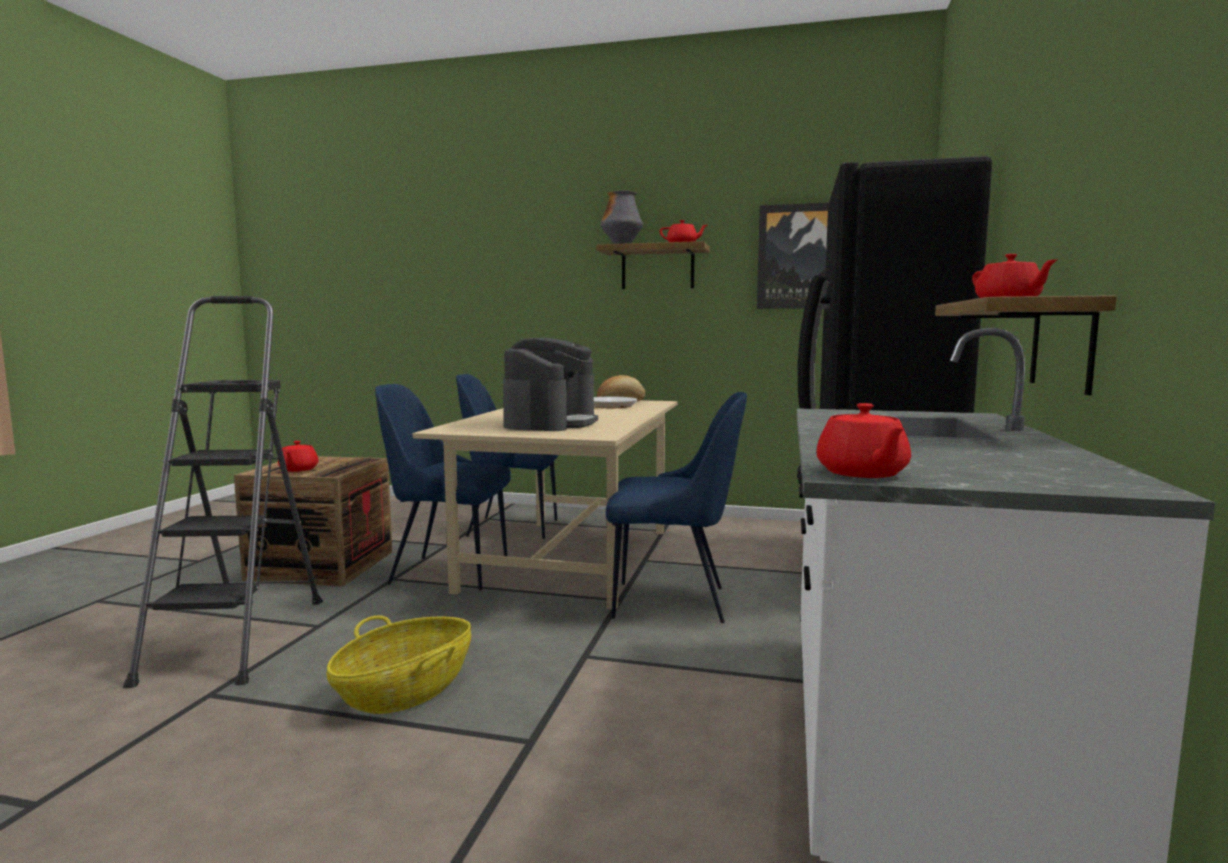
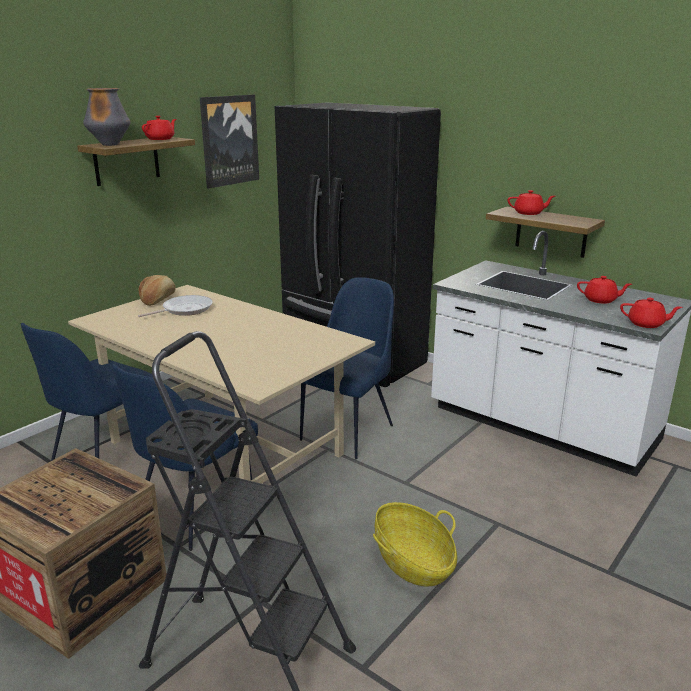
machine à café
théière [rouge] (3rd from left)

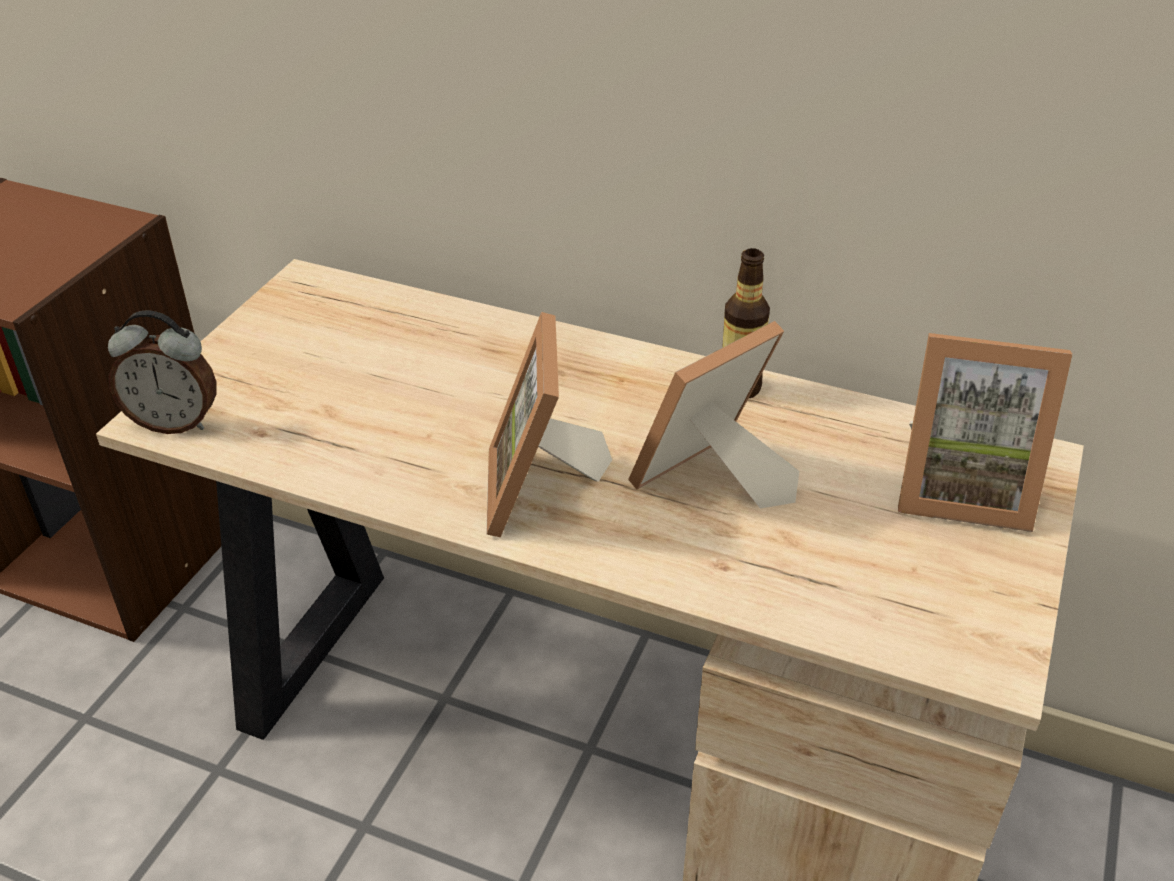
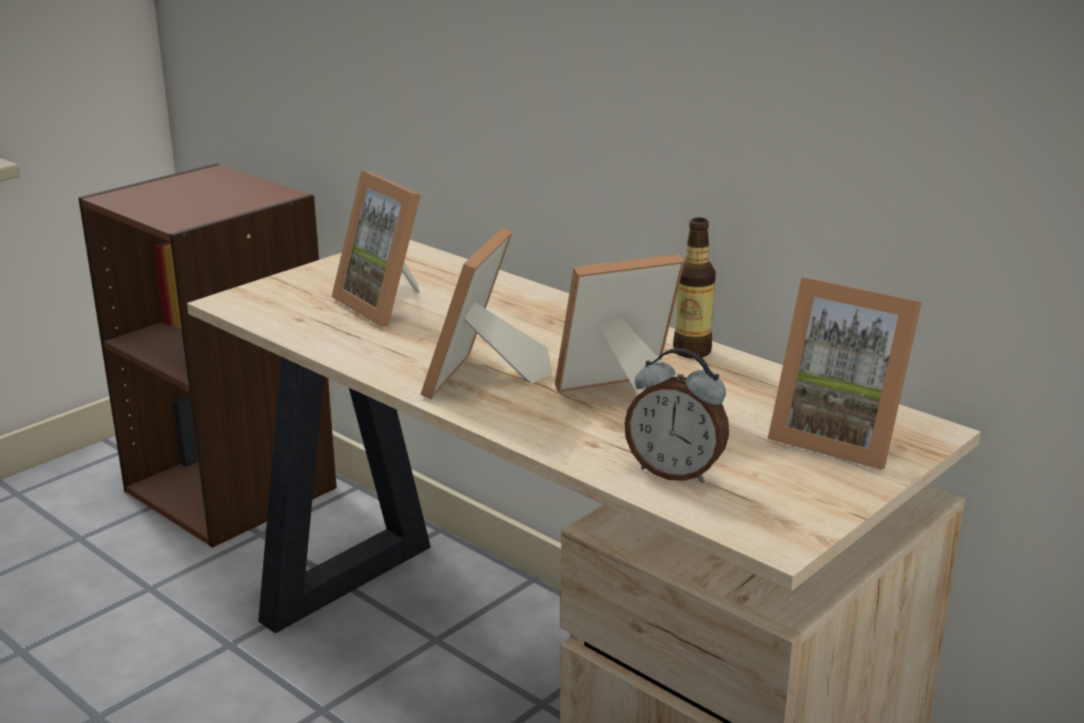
réveil
cadre photo (1st from left)

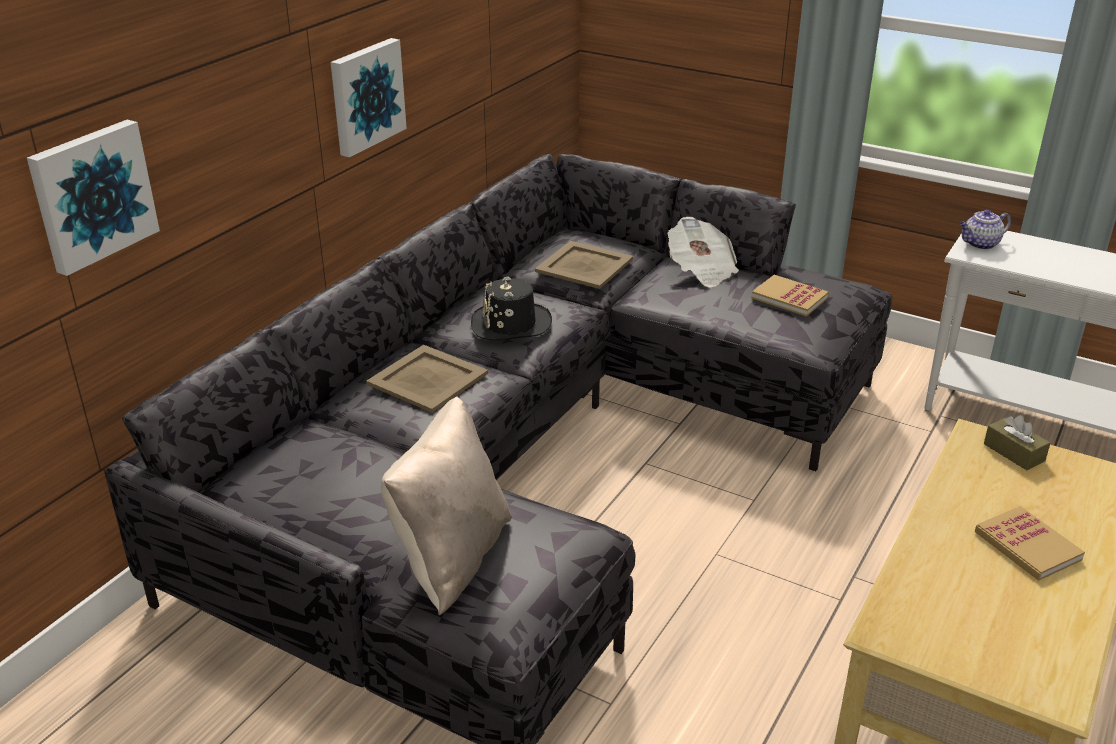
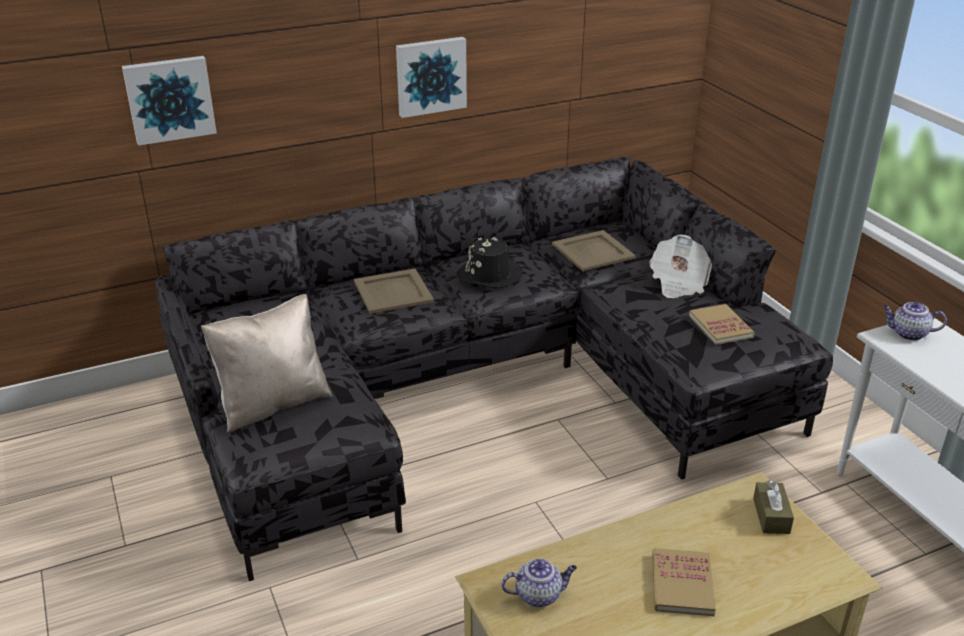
théière (1st from left)

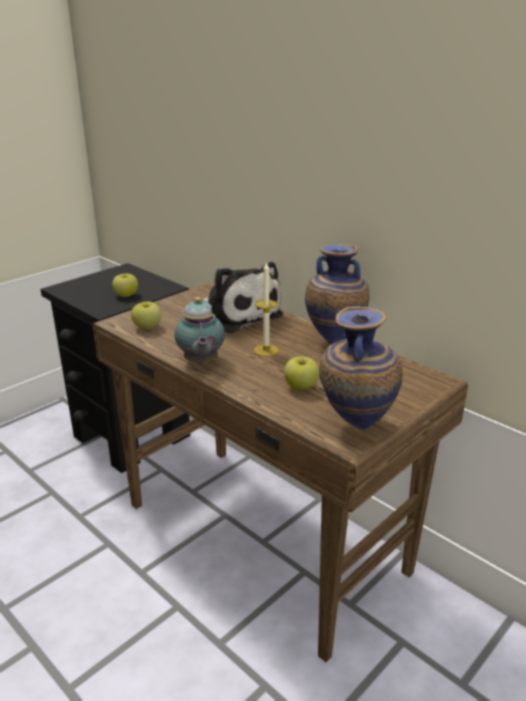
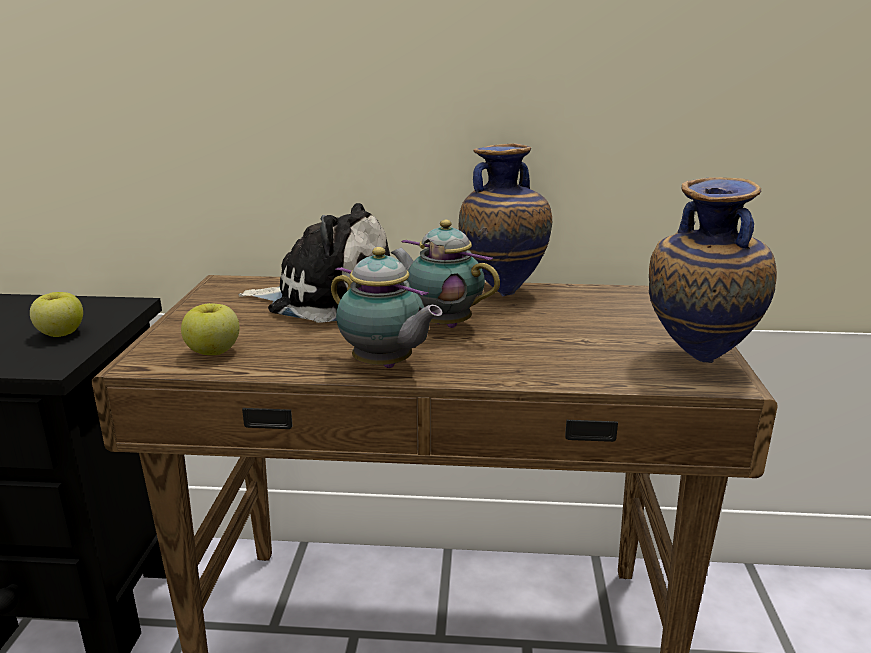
théière (2nd from left)
pomme (3rd from left in the first image)

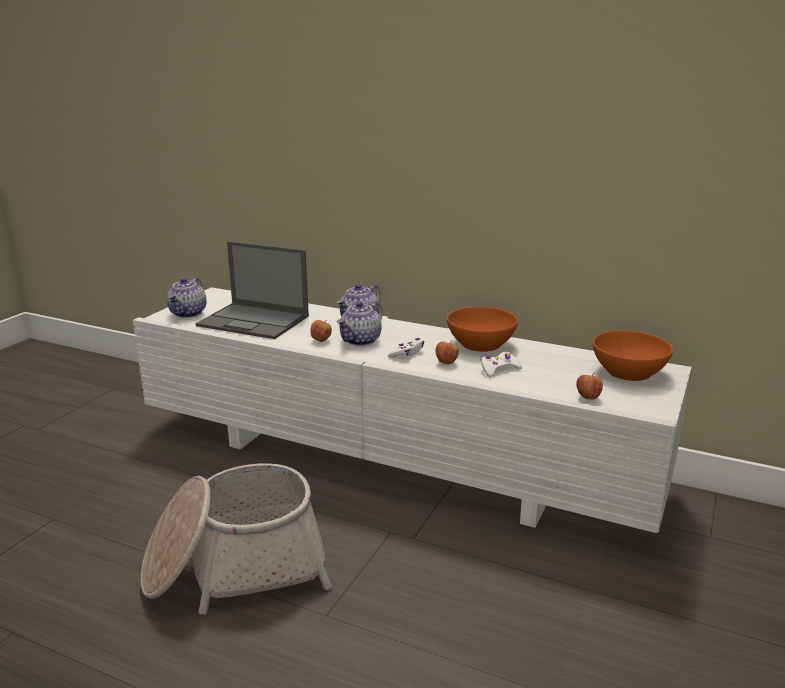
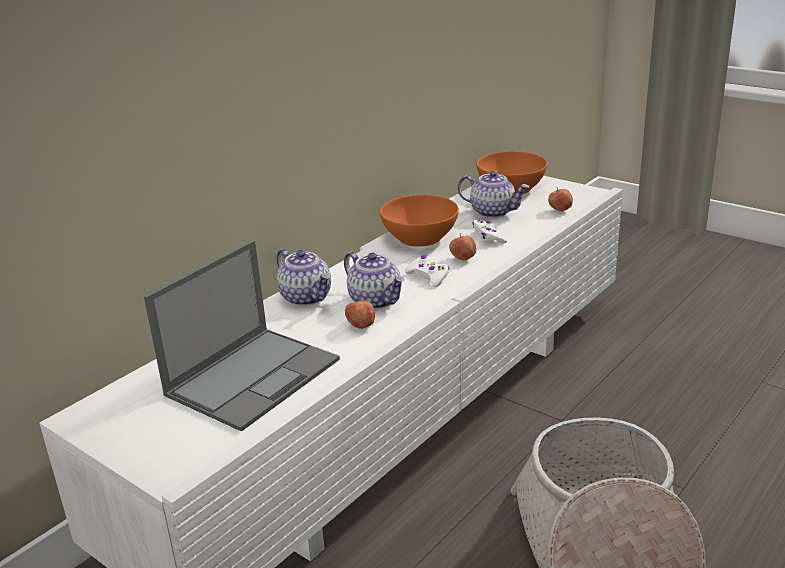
théière (3rd from left)

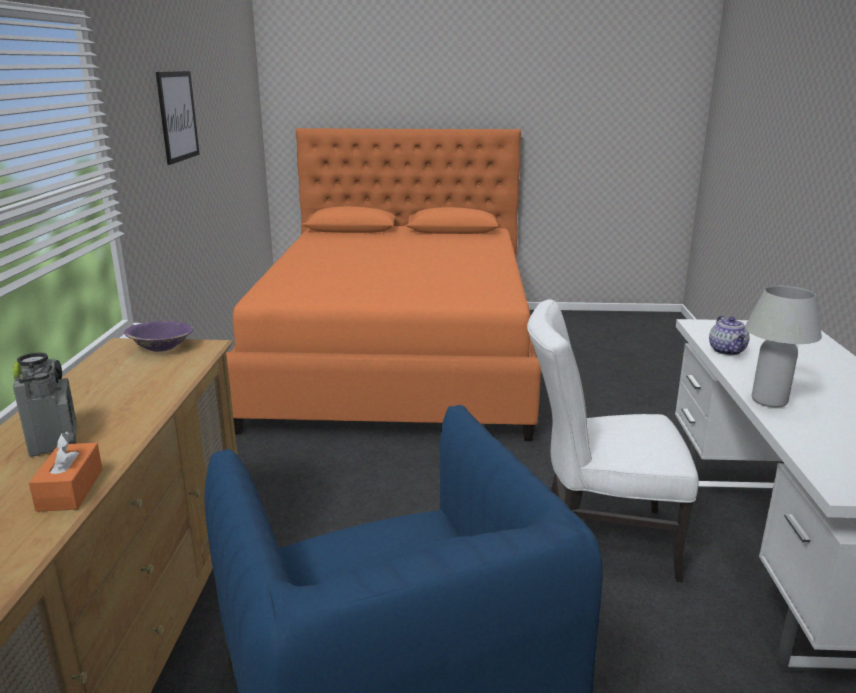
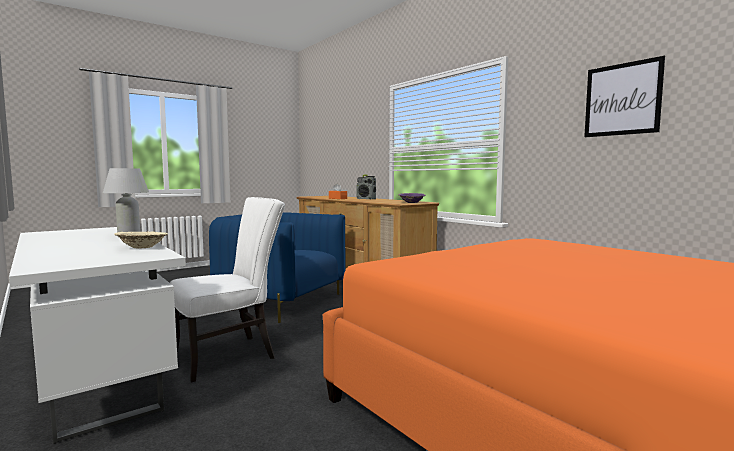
bol [beige]

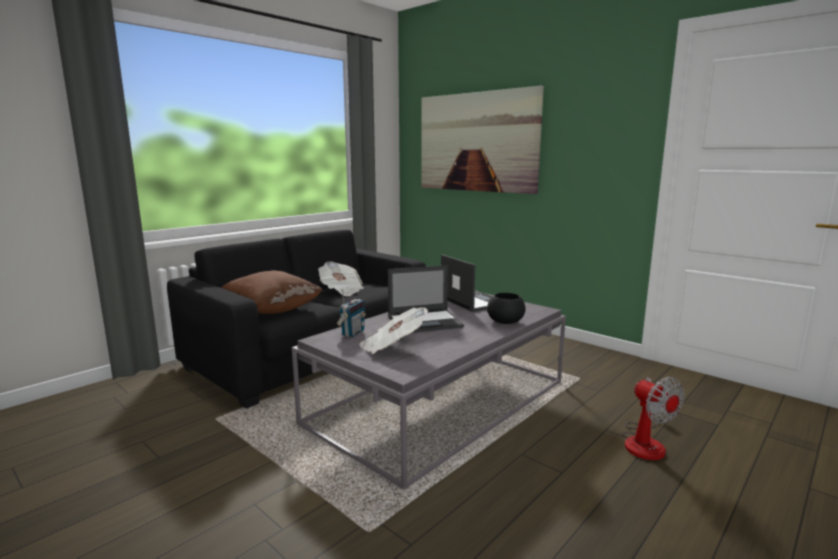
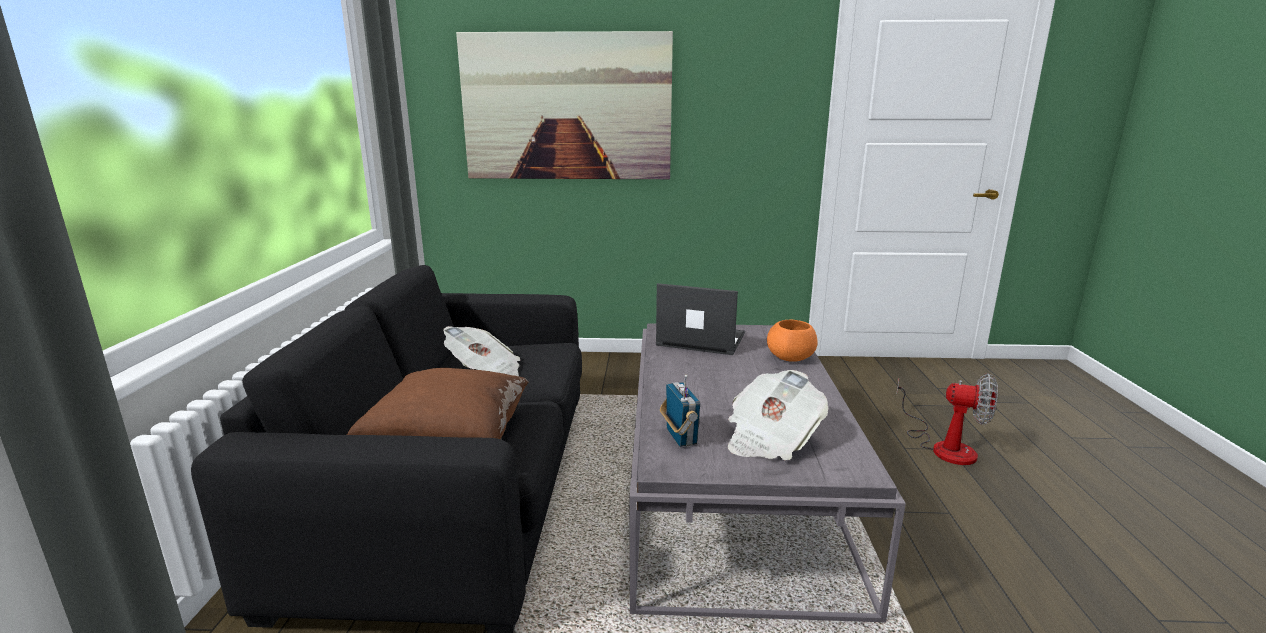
ordinateur portable (1st from left in the first image)
bol [orange]

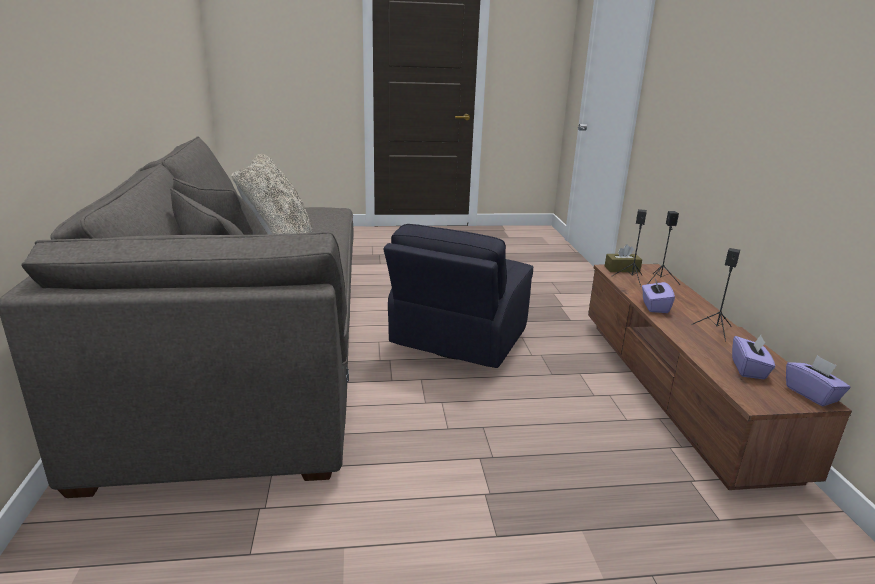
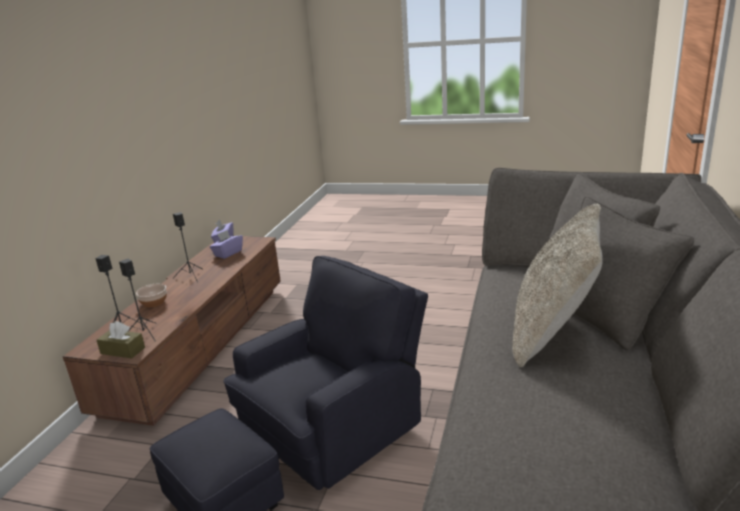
boîte à mouchoirs [violet] (1st from left in the first image)
bol

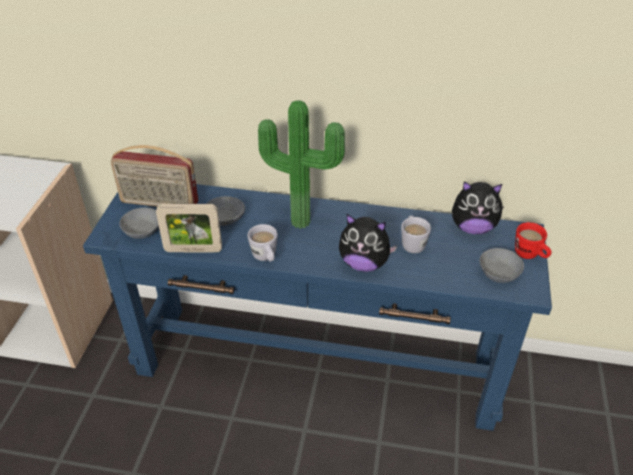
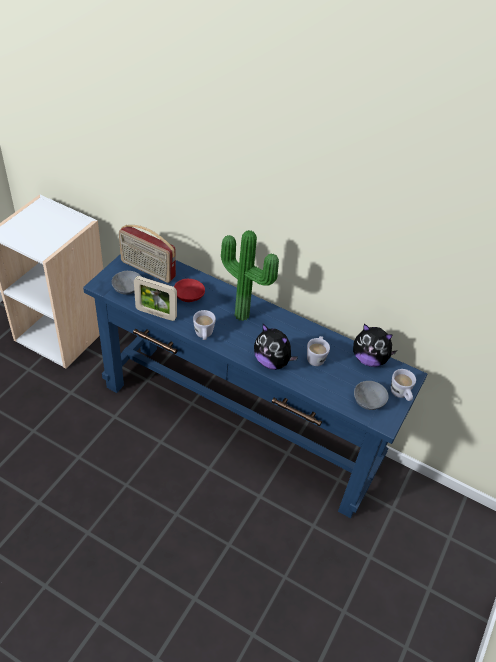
bol [rouge]
mug [blanc] (3rd from left)

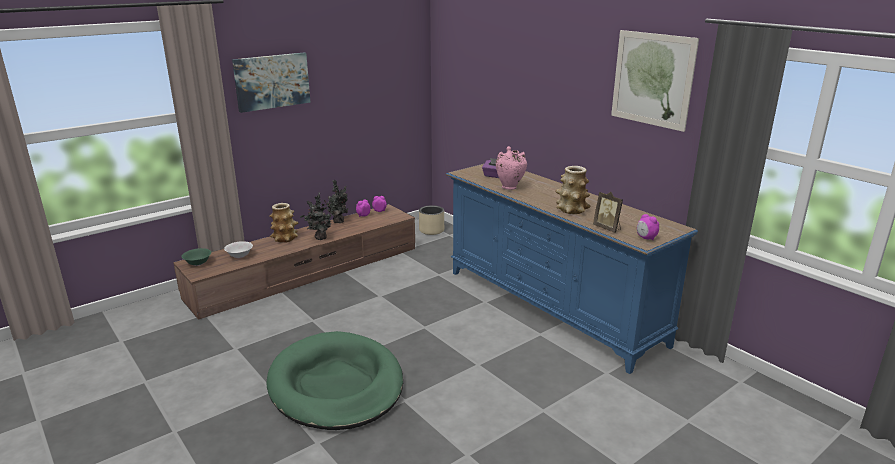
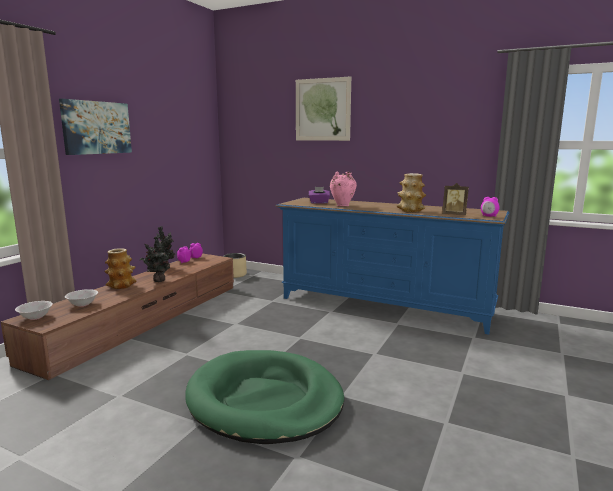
tableau (2nd from left)
bol [blanc] (1st from left)

